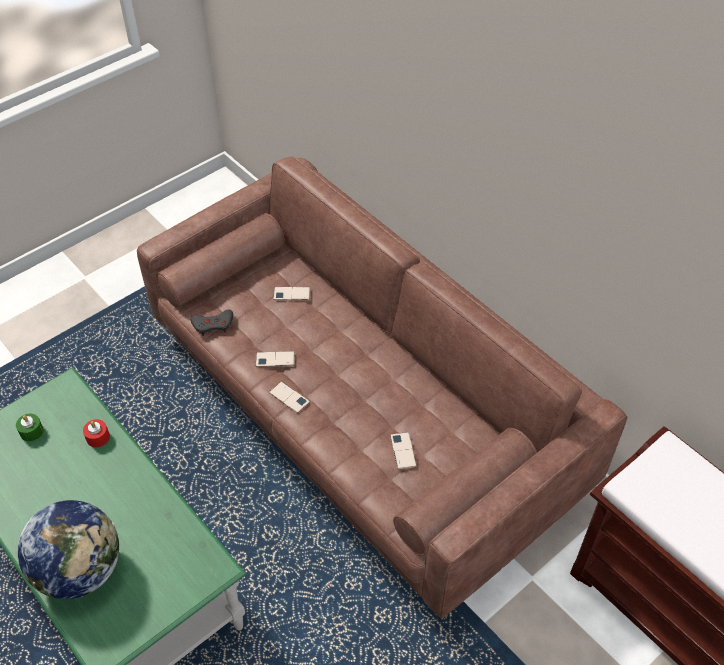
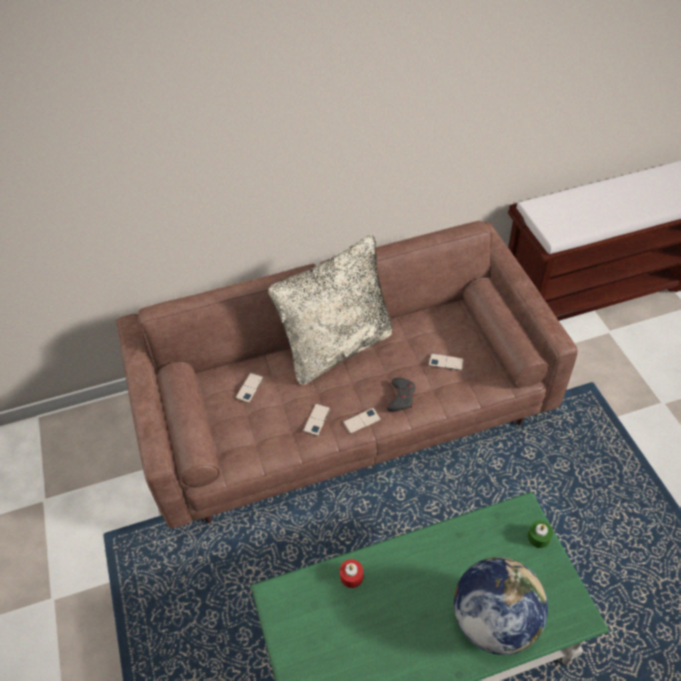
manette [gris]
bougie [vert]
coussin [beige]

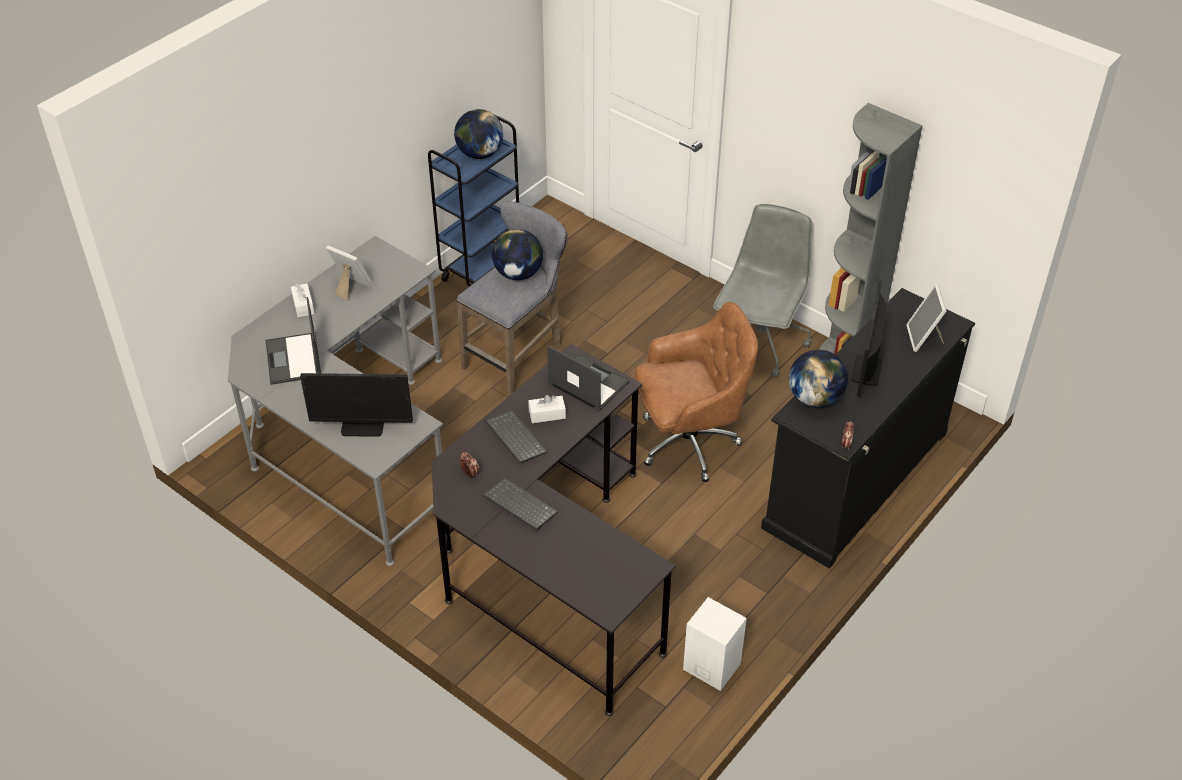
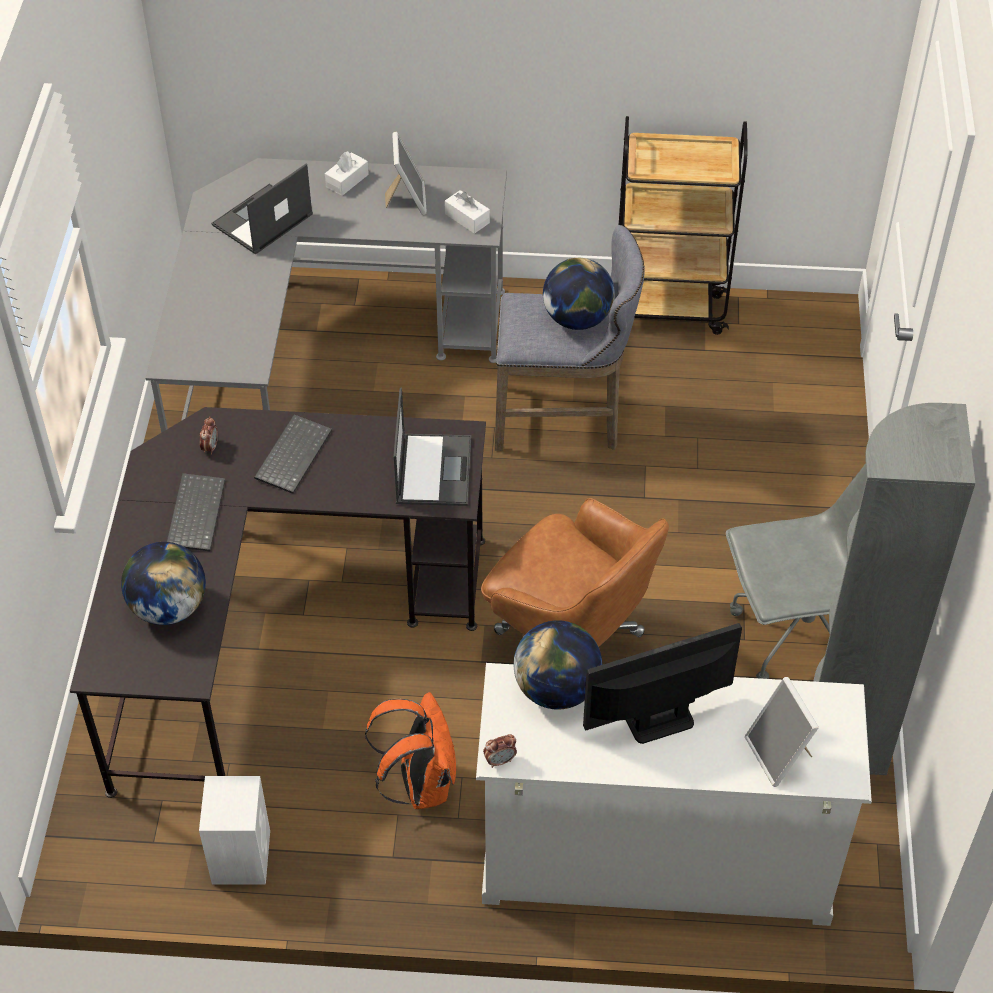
globe (1st from left)
chariot [marron]
cadre photo (2nd from left)
meuble de rangement [blanc]
écran d'ordinateur (1st from left in the first image)
boîte à mouchoirs [blanc] (2nd from left)
sac à dos [orange]

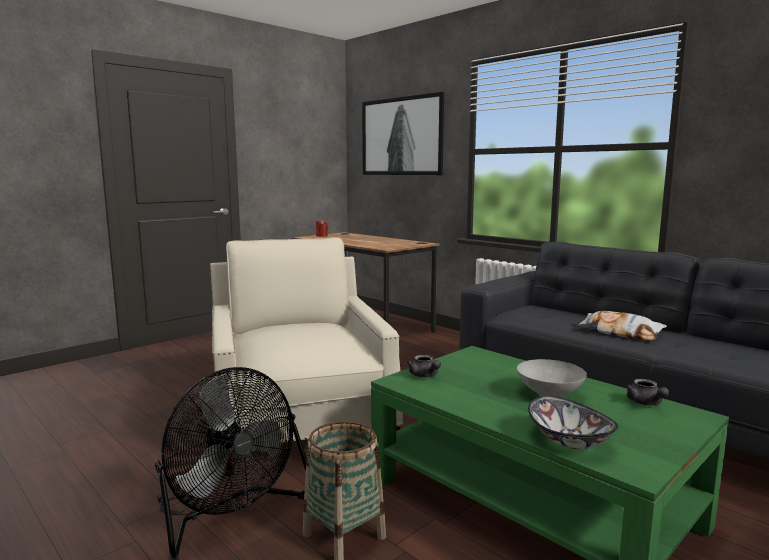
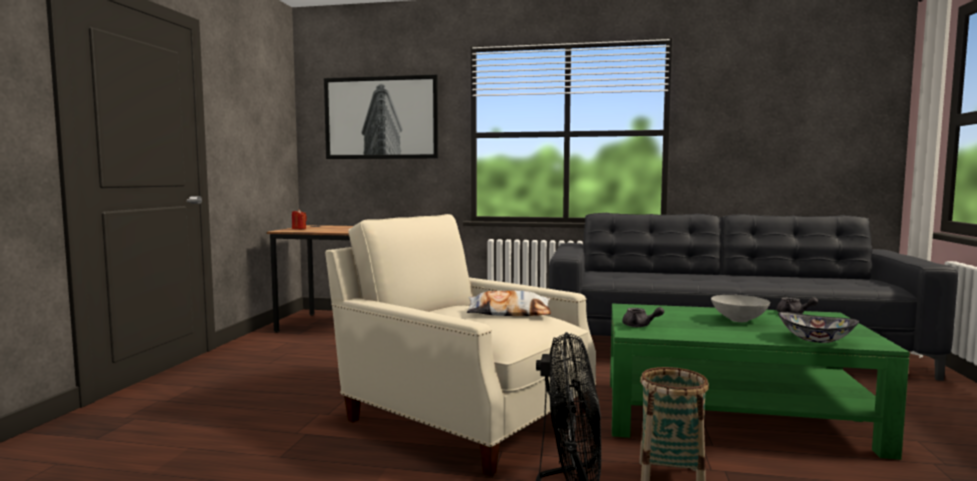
coussin

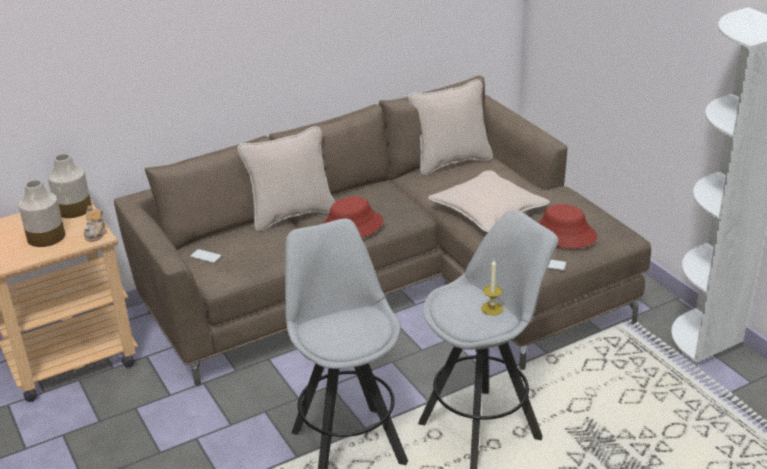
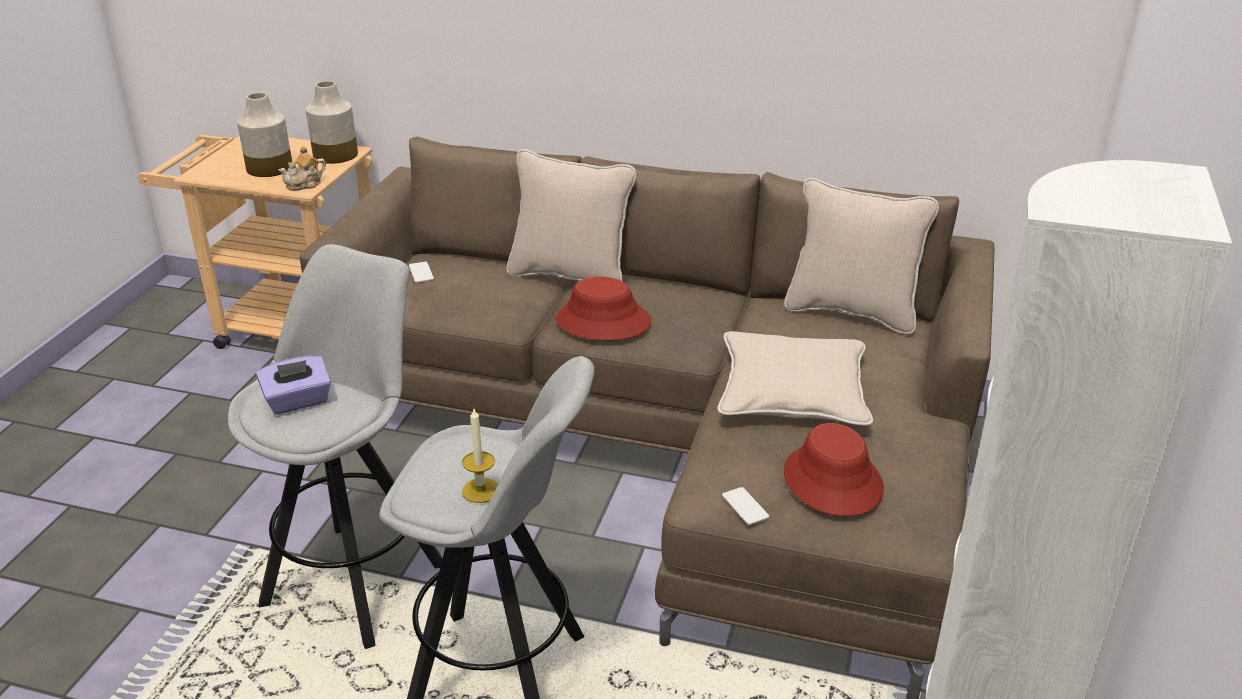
boîte à mouchoirs [violet]

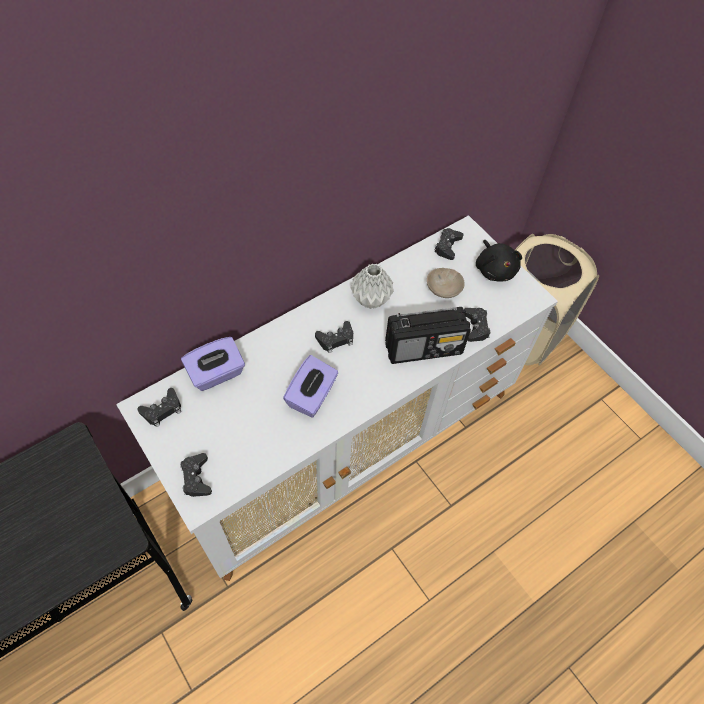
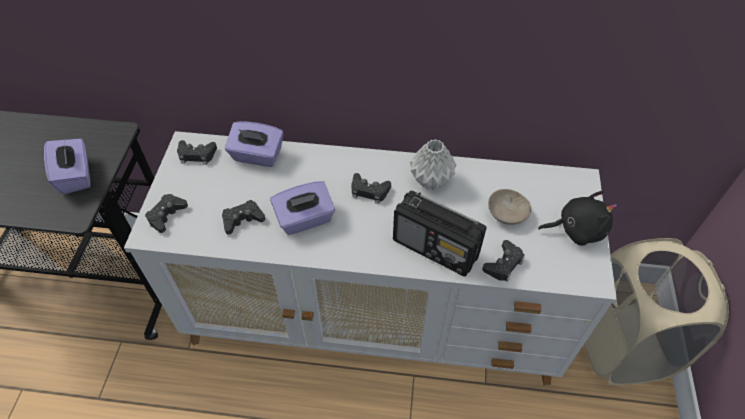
manette [noir] (3rd from left)
peluche [noir]
boîte à mouchoirs [violet] (1st from left)

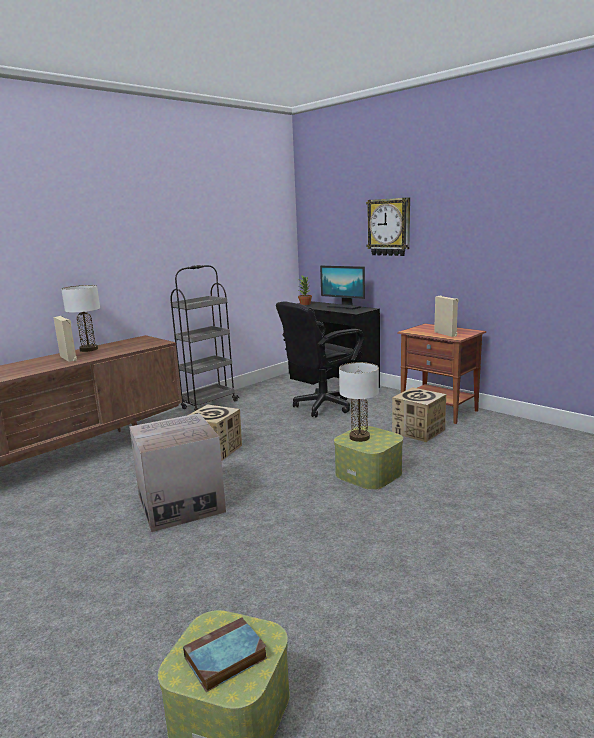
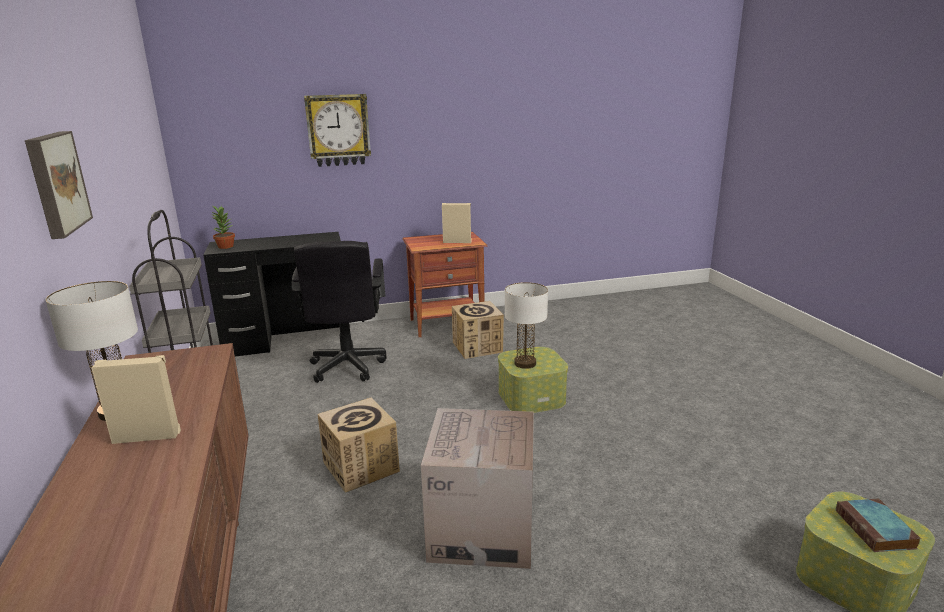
écran d'ordinateur
tableau

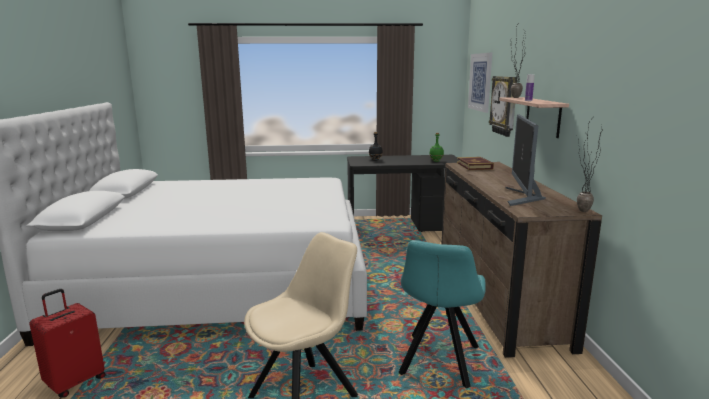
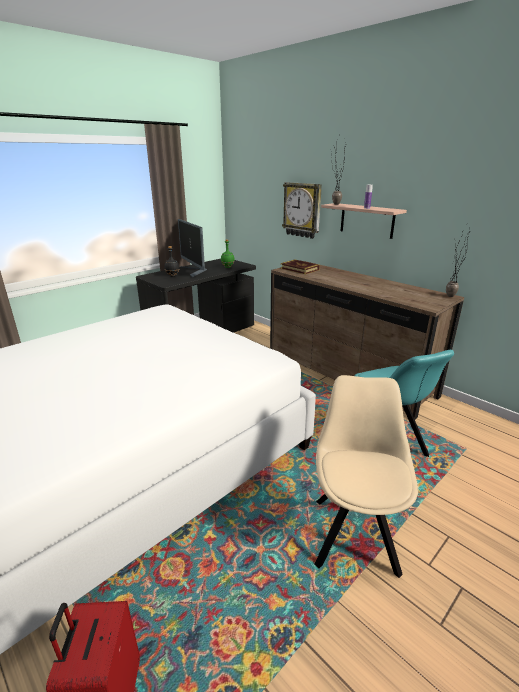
tableau
écran d'ordinateur

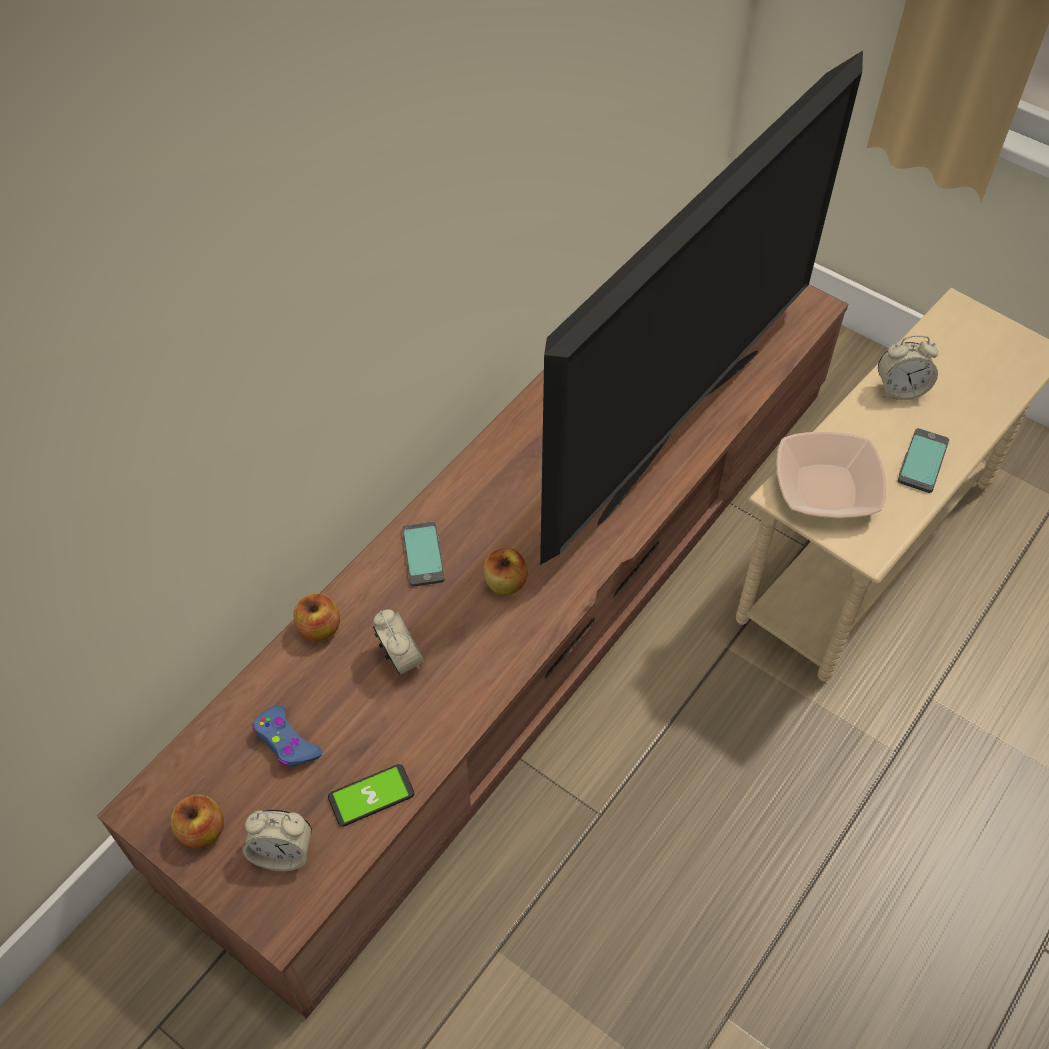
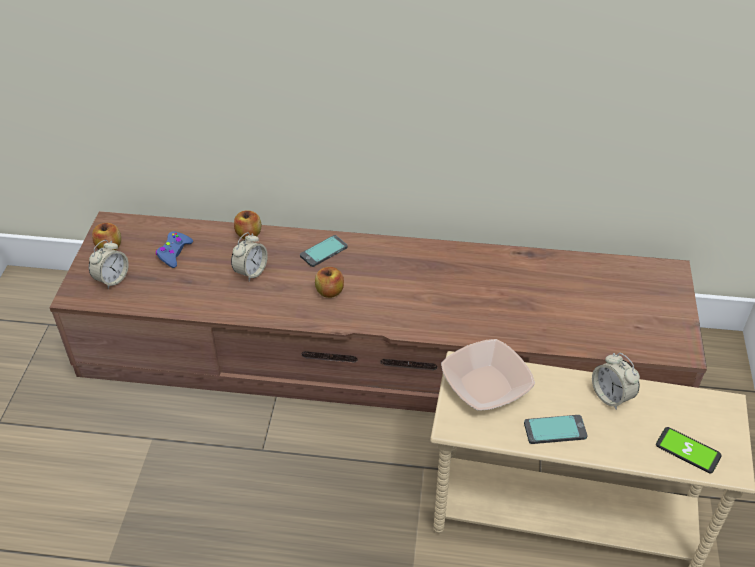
téléviseur
téléphone (3rd from left)
réveil (1st from left)

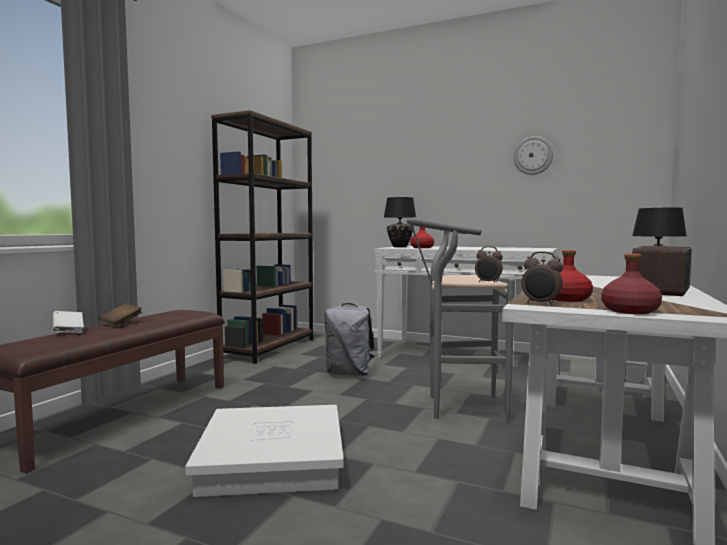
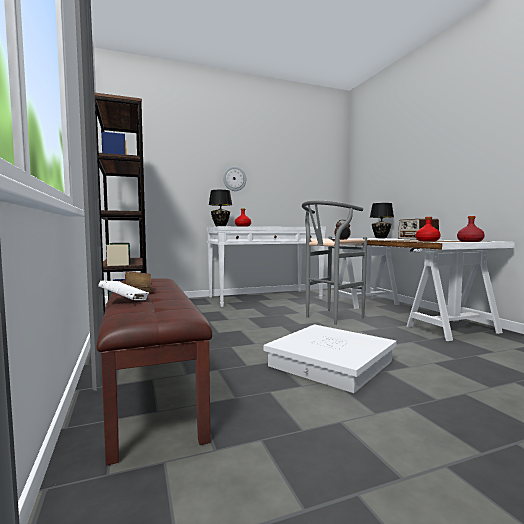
horloge murale
réveil (2nd from left in the first image)
sac à dos [gris]

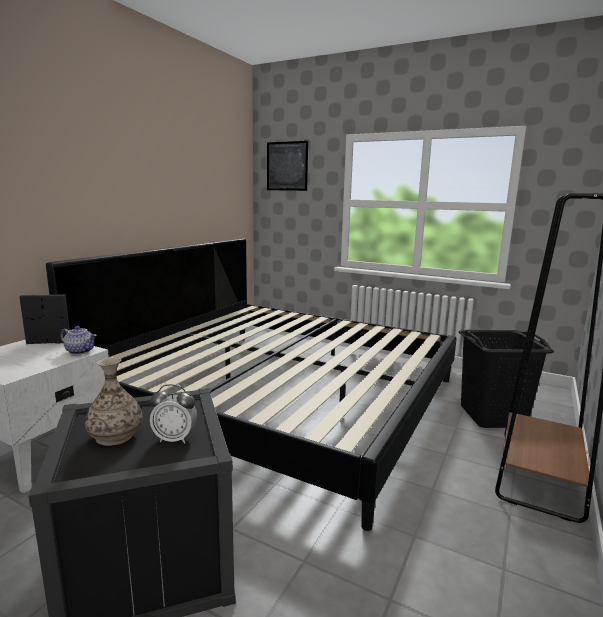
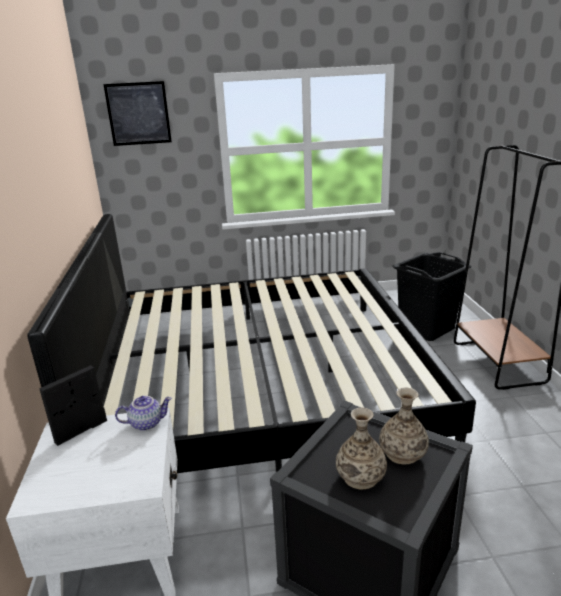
vase (2nd from left)

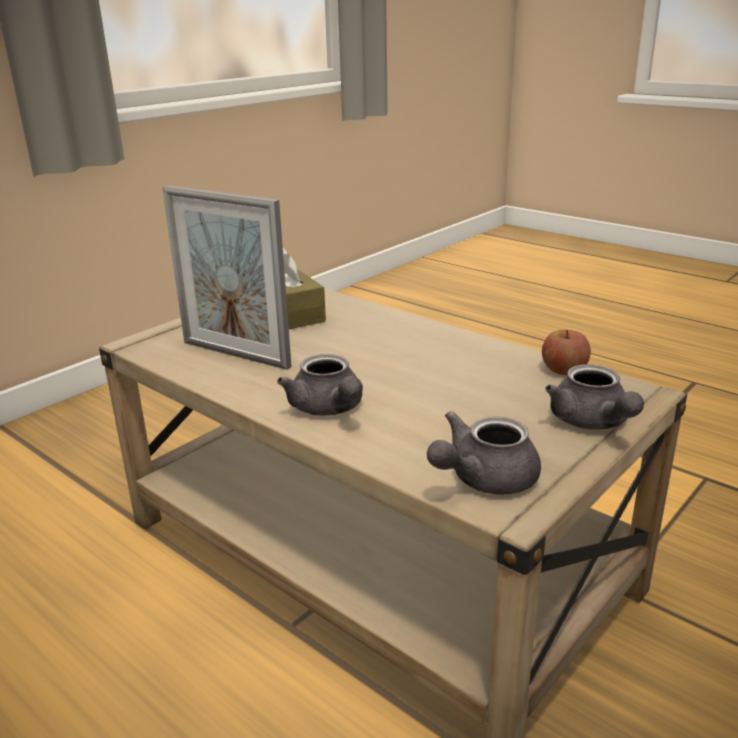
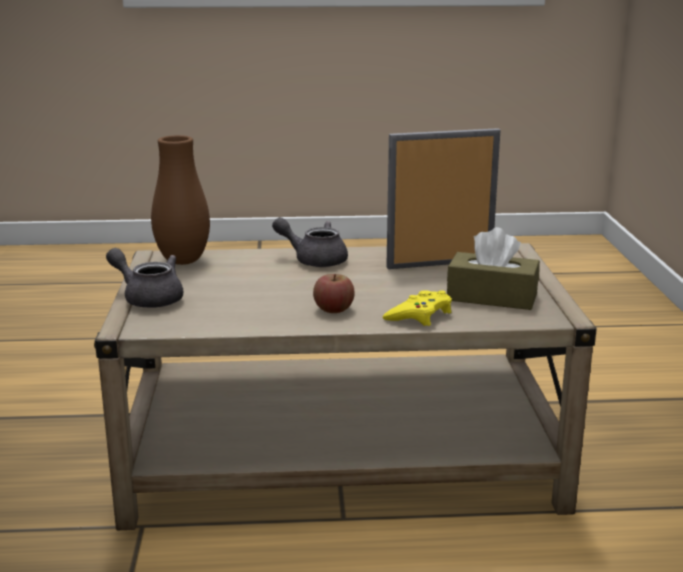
pomme
vase [marron]
manette [jaune]

